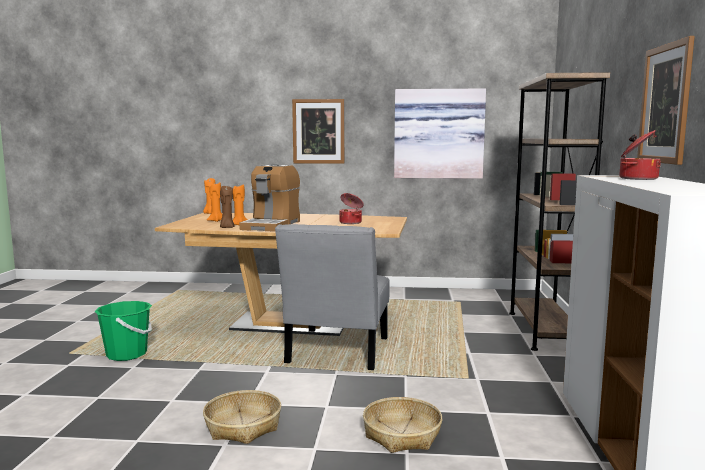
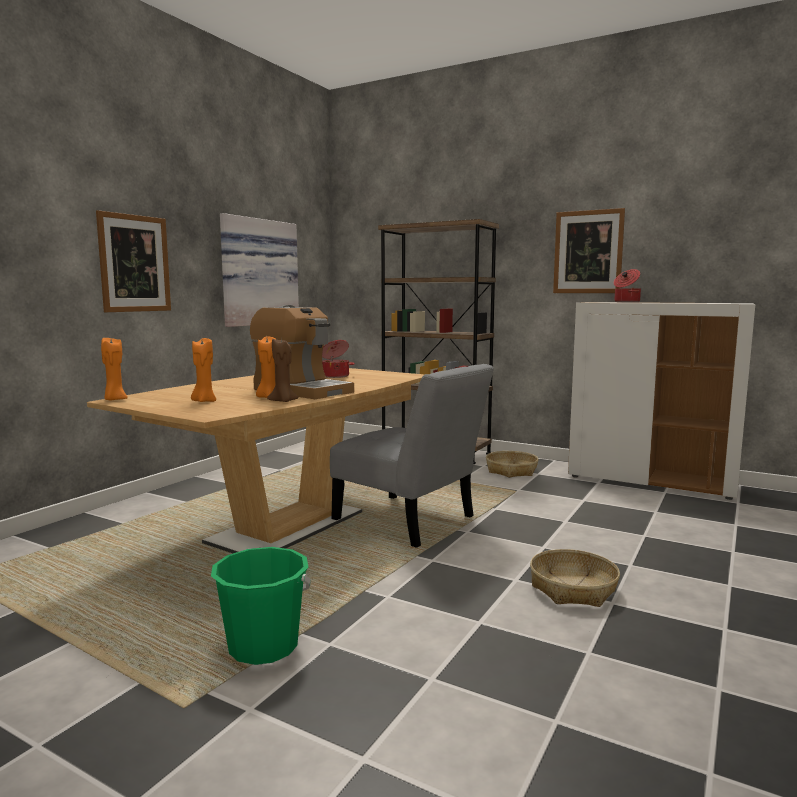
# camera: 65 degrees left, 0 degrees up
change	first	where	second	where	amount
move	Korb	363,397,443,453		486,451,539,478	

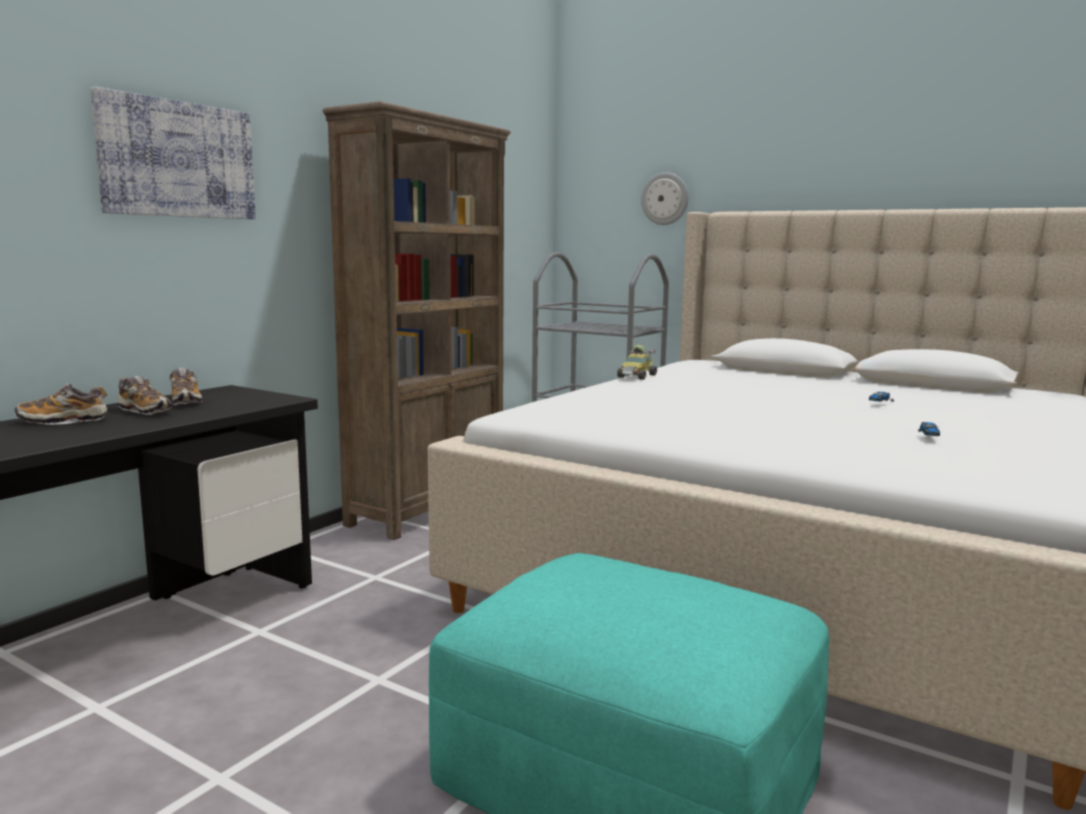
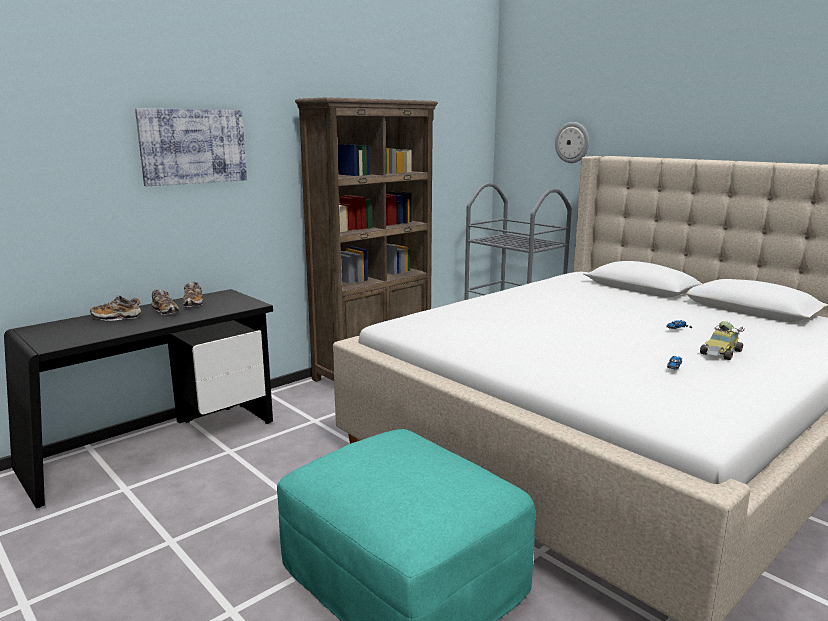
# camera: 15 degrees right, 5 degrees up
change	first	where	second	where	amount
move	Spielzeugauto	617,345,657,380		700,321,744,360	

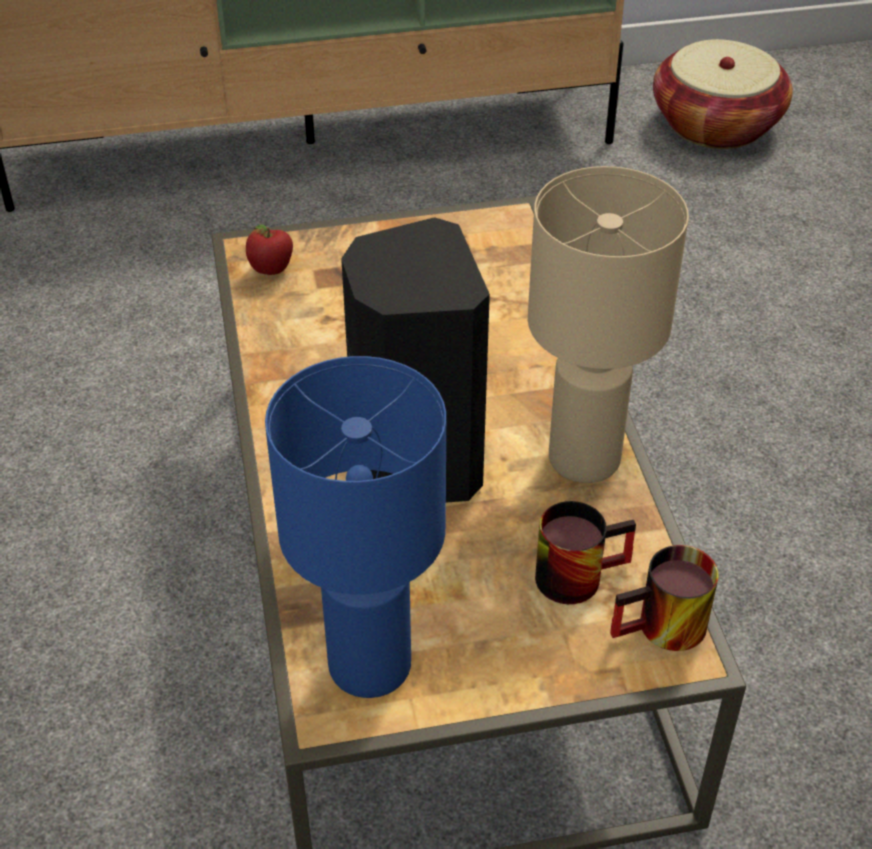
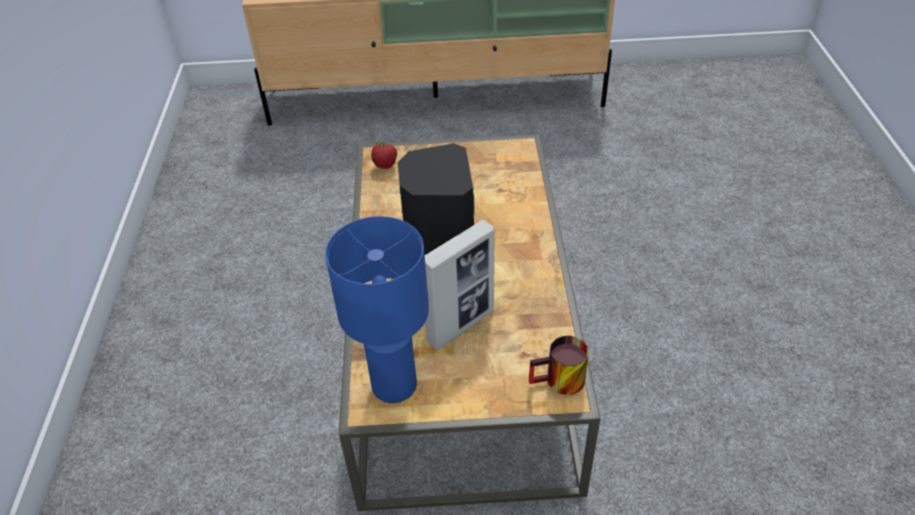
# camera: 10 degrees right, 0 degrees up
change	first	where	second	where	amount
insert			Bilderrahmen	425,220,495,350	
delete	Tischlampe/beige	528,166,689,483			
delete	Henkelbecher	535,501,636,604			
delete	Korb	653,39,793,149			

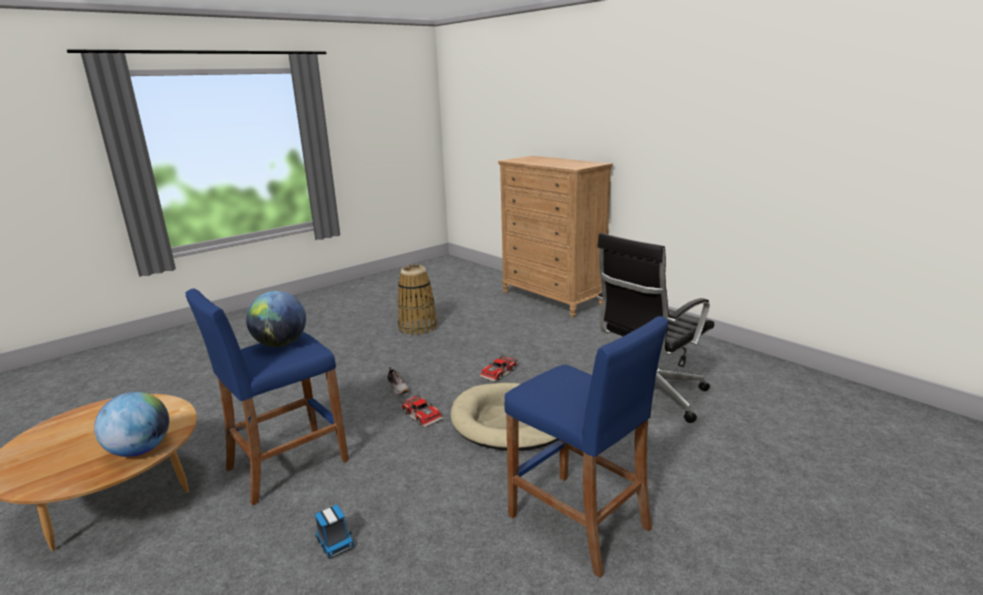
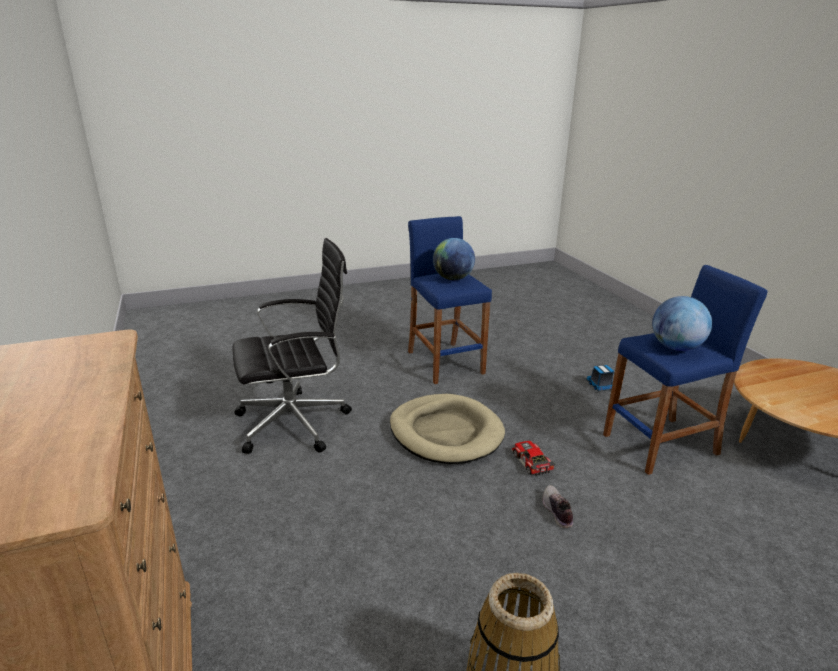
# camera: 160 degrees left, 5 degrees up
change	first	where	second	where	amount
move	Globus	94,392,169,457		433,238,475,280	
delete	Spielzeugauto	480,355,518,382			

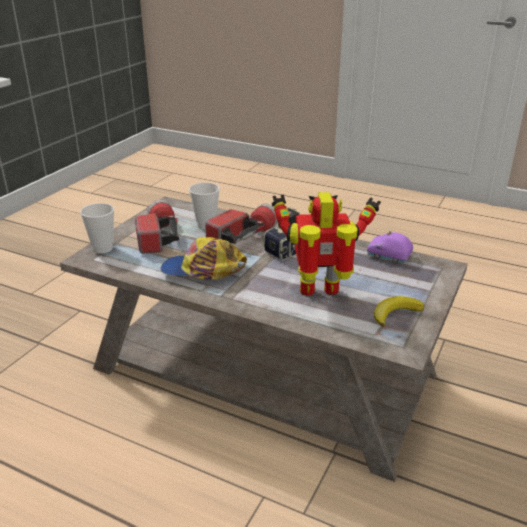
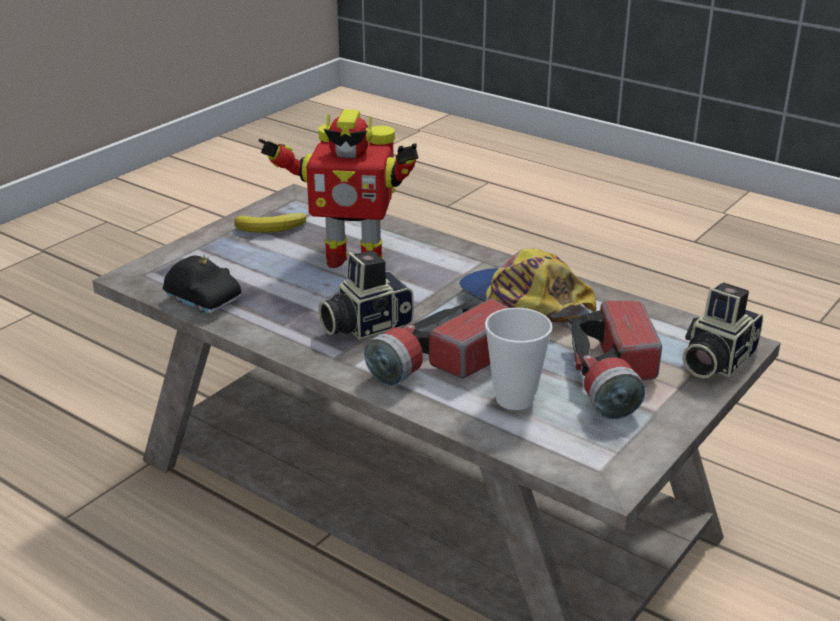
# camera: 170 degrees left, 0 degrees up
change	first	where	second	where	amount
recolor	Spielzeugauto/lila	367,231,413,263	Spielzeugauto/schwarz	163,255,242,314	
rotate	Kappe	160,237,247,280		459,248,596,322	150 degrees counterclockwise
replace	Tasse	80,203,114,254	Kamera	682,282,763,378	

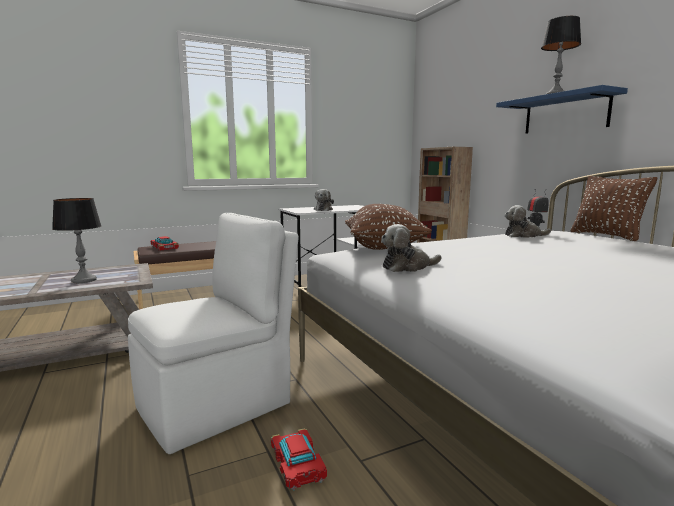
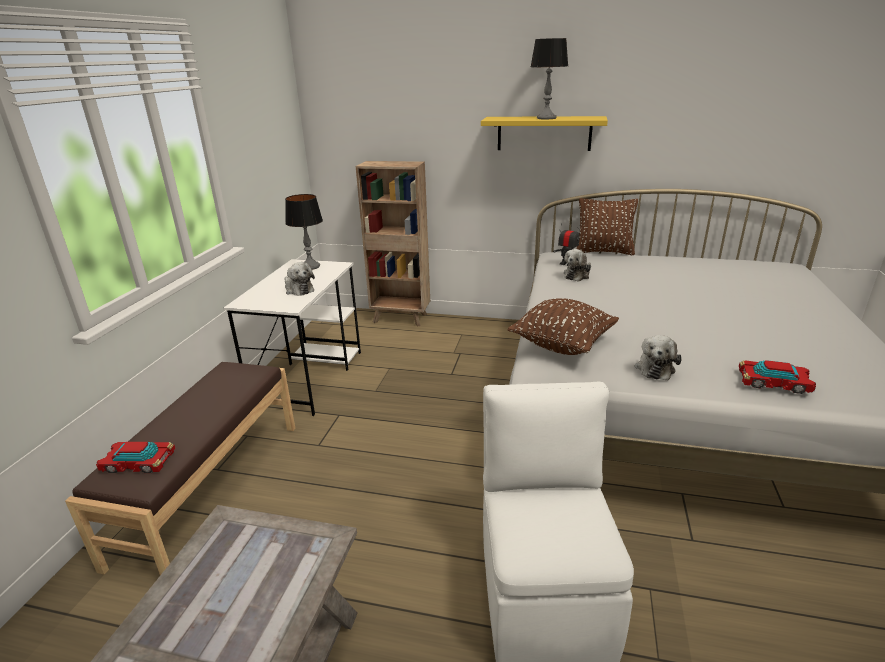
# camera: 50 degrees left, 15 degrees up
change	first	where	second	where	amount
move	Tischlampe	52,198,101,283		285,194,323,270	
recolor	Wandregal/blau	496,85,628,134	Wandregal/gelb	481,116,608,151	
move	Spielzeugauto	271,428,327,491		739,360,816,394	

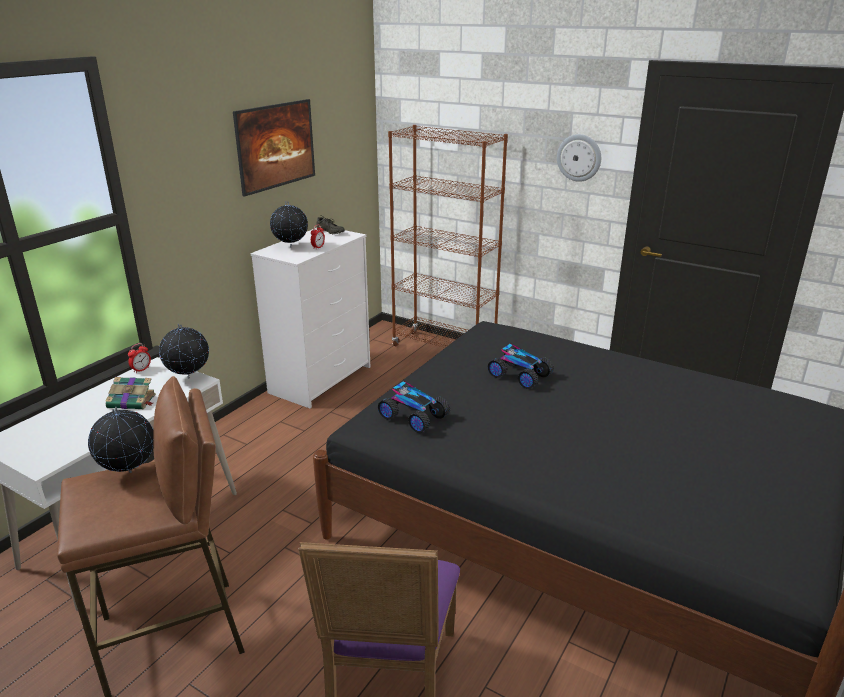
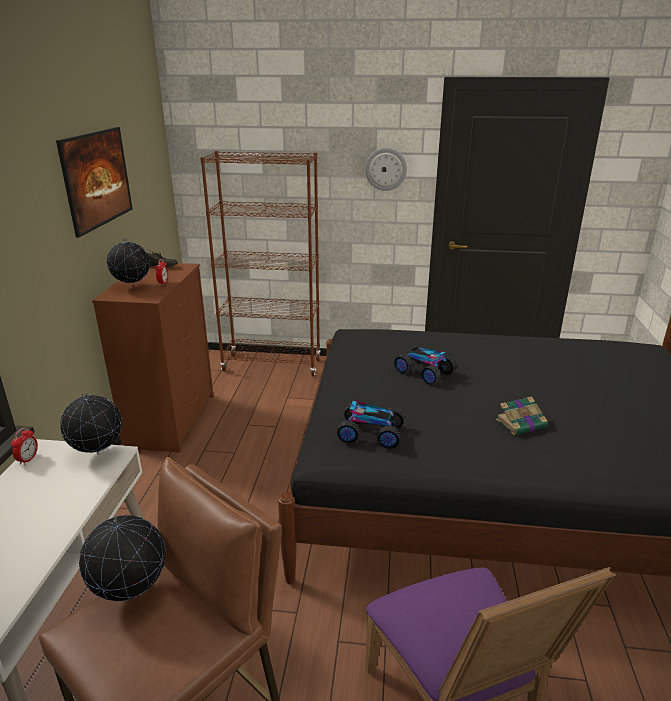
# camera: 25 degrees left, 0 degrees up
change	first	where	second	where	amount
recolor	Kommode/weiß	251,228,370,408	Kommode/braun	92,263,214,453	
rotate	Spielzeugauto	488,344,554,389		394,345,457,385	150 degrees counterclockwise
move	Buch	105,377,156,409		496,396,549,435	

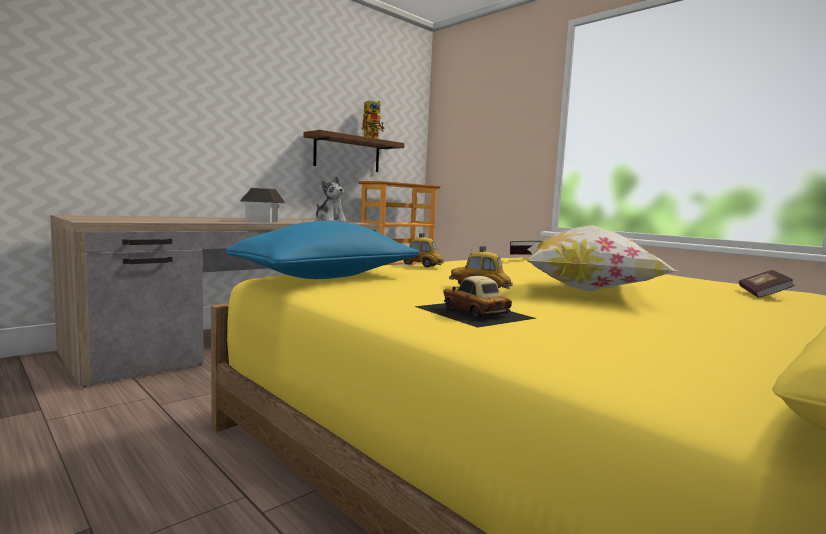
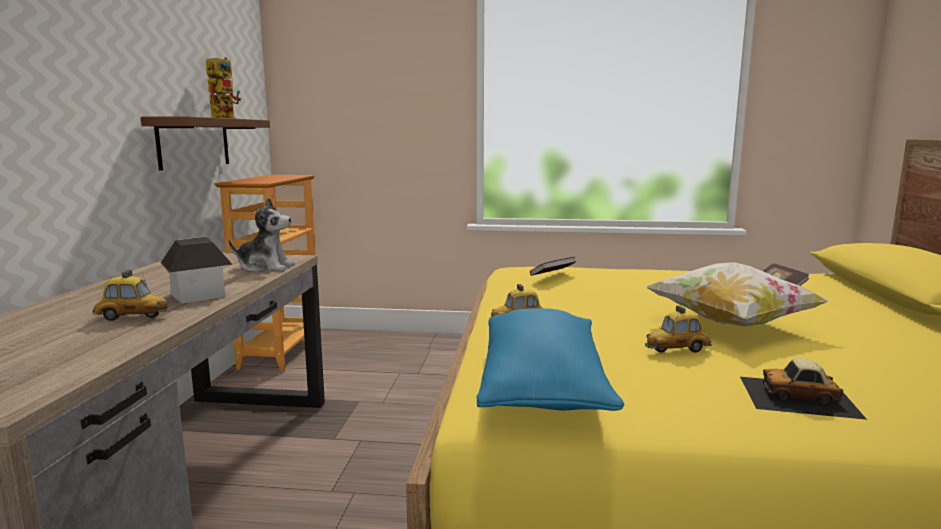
# camera: 40 degrees left, 5 degrees up
change	first	where	second	where	amount
insert			Spielzeugauto	92,270,170,321	

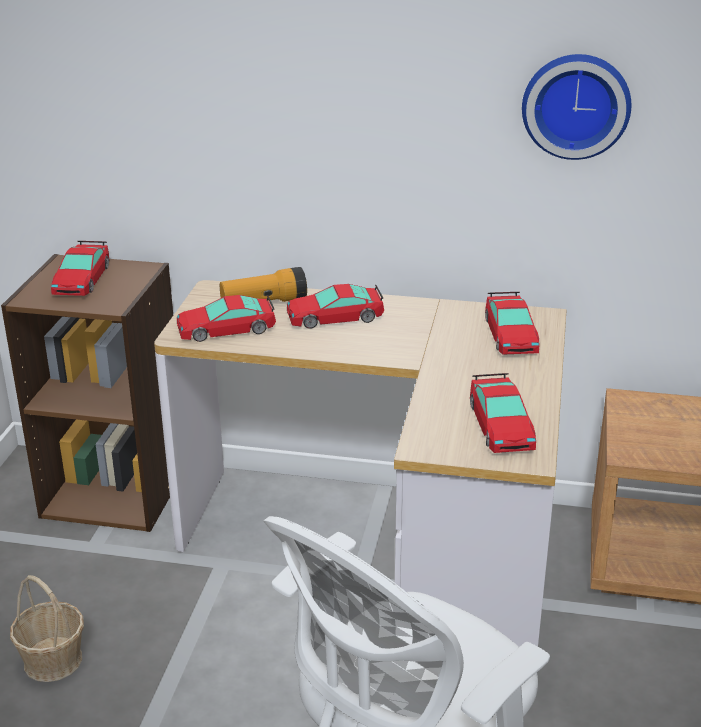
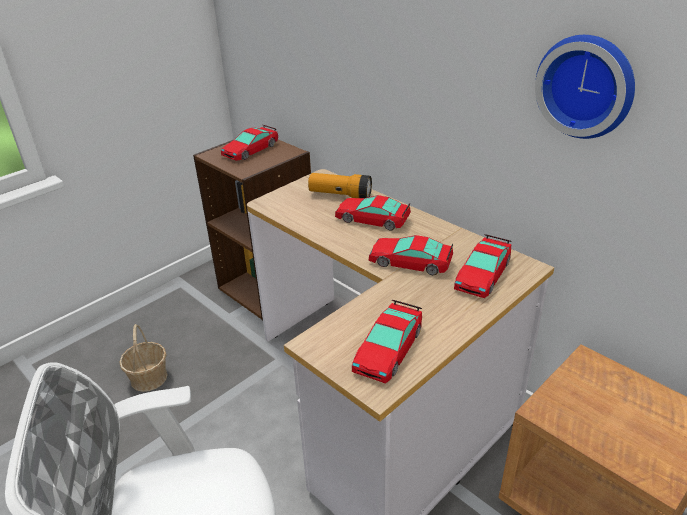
# camera: 35 degrees right, 5 degrees up
change	first	where	second	where	amount
move	Spielzeugauto	177,295,276,342		369,235,453,275	

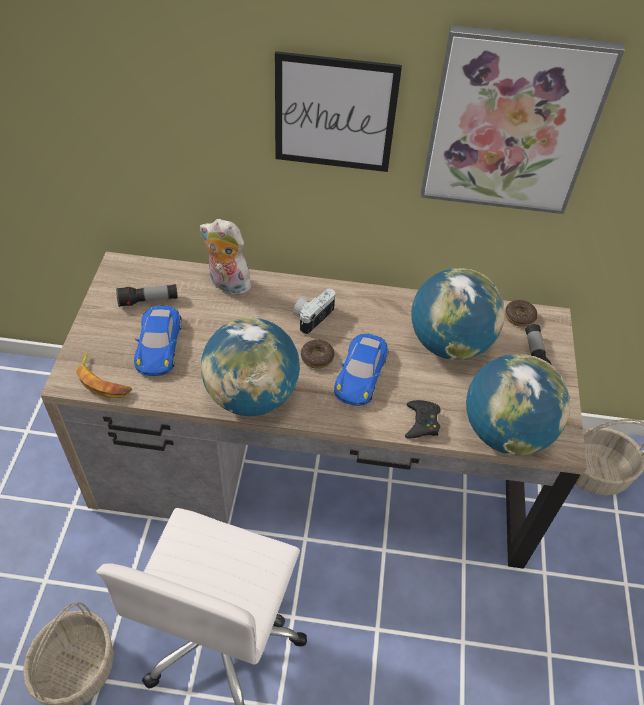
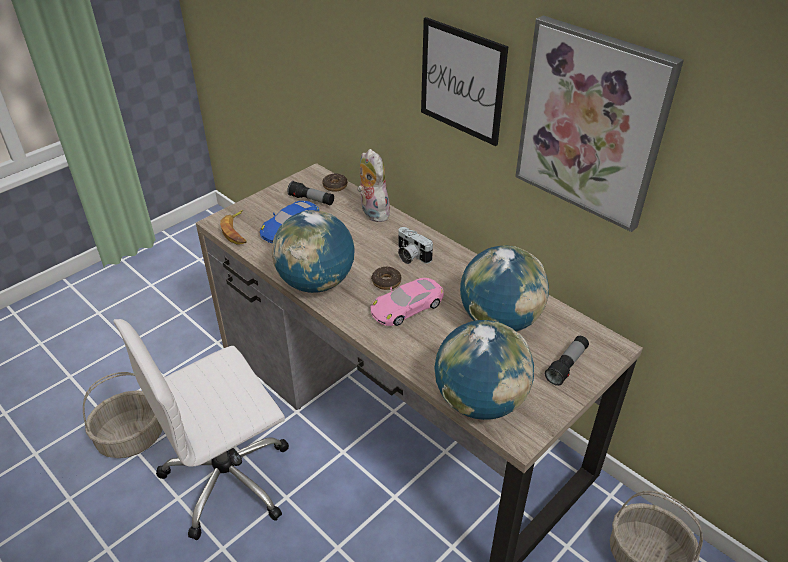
# camera: 40 degrees right, 10 degrees down
change	first	where	second	where	amount
move	Donut	505,300,538,327		322,173,348,192	
recolor	Spielzeugauto/blau	334,334,389,406	Spielzeugauto/rosa	371,278,444,326	
rotate	Kamera	293,289,335,335		398,227,433,264	120 degrees counterclockwise
delete	Gamepad/schwarz	405,400,441,439			

